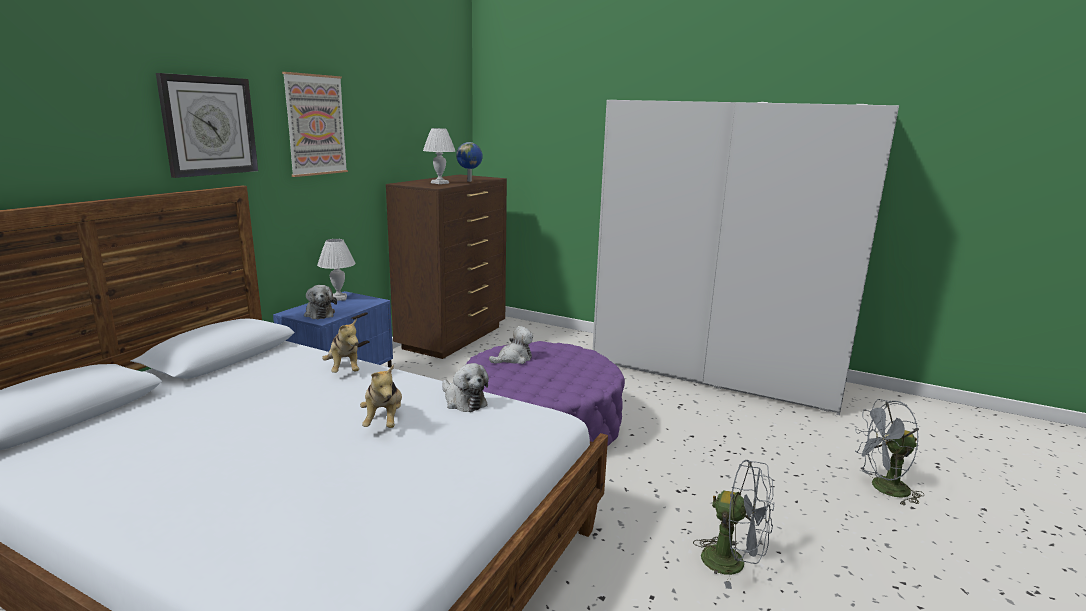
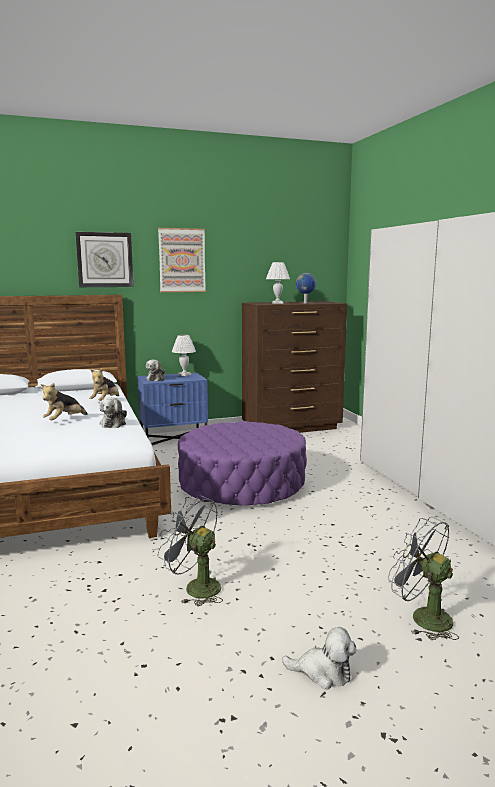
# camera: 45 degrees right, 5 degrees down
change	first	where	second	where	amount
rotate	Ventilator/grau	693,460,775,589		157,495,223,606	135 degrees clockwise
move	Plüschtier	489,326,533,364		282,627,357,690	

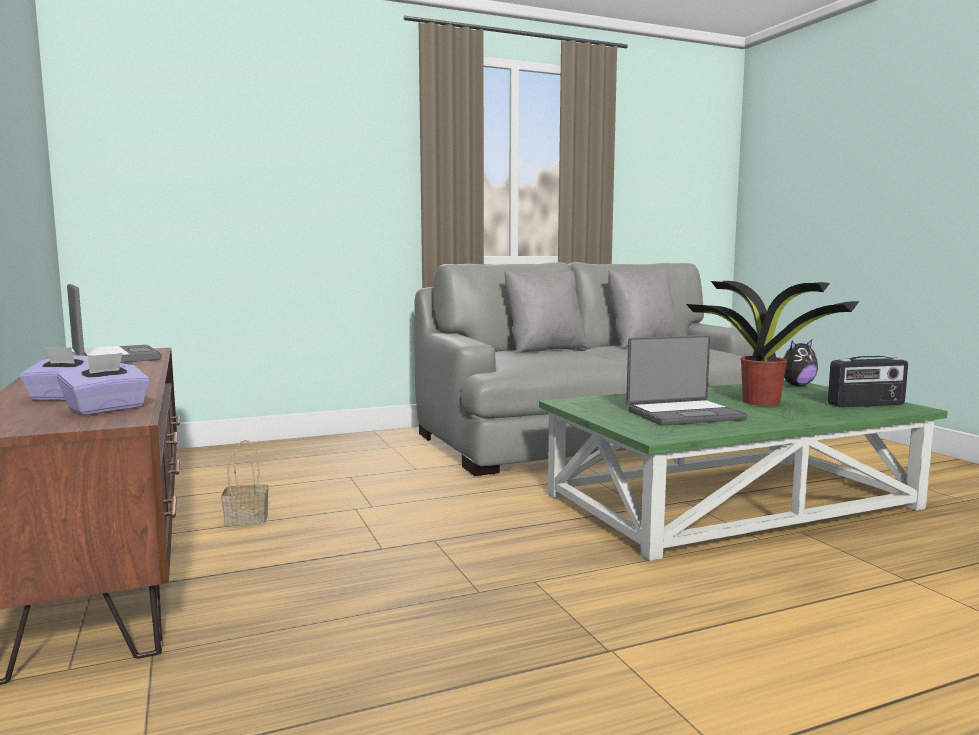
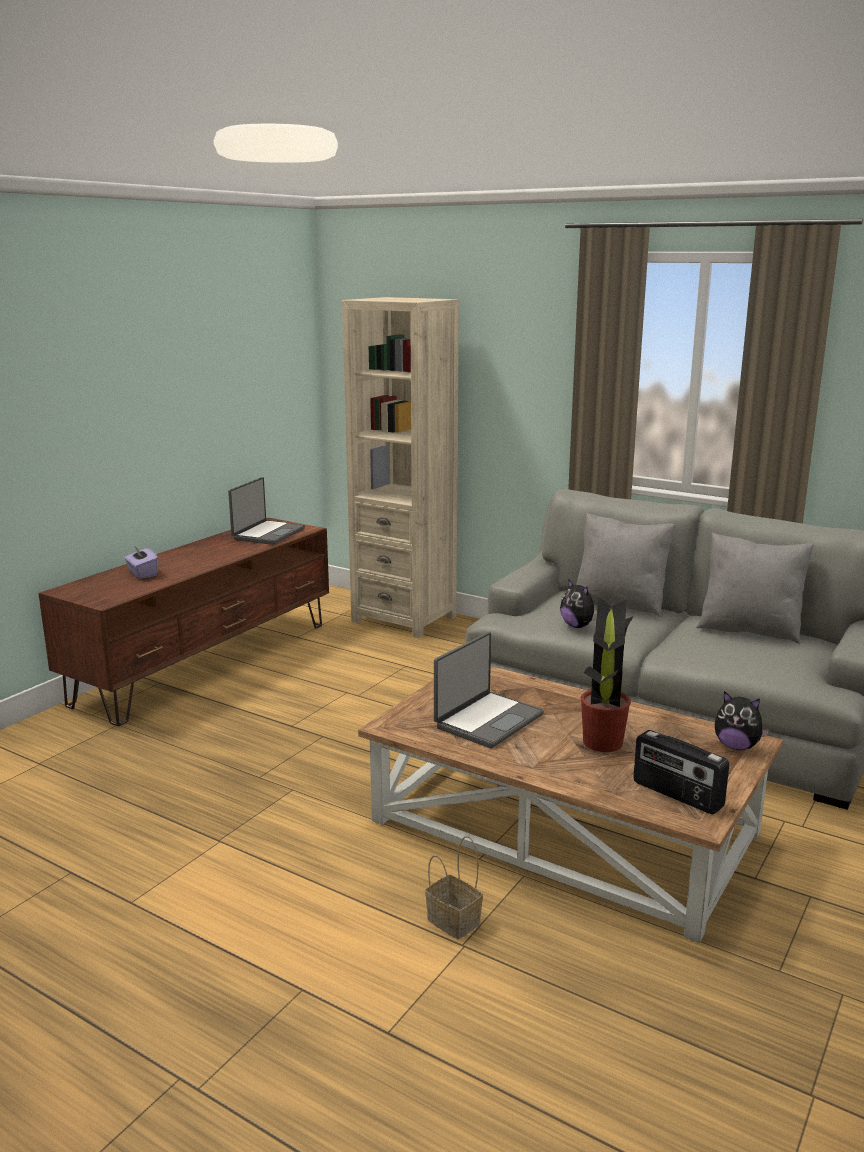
# camera: 55 degrees right, 10 degrees up
change	first	where	second	where	amount
insert			Bücherregal/beige	342,297,459,638	
recolor	Couchtisch/grün	539,380,948,561	Couchtisch/braun	358,666,783,943	
move	Korb	221,440,268,526		425,836,483,939	
rotate	Laptop	626,335,747,426		434,632,544,748	90 degrees counterclockwise
insert			Plüschtier	560,579,597,628	
delete	Taschentuchbox/lila	57,353,150,415			

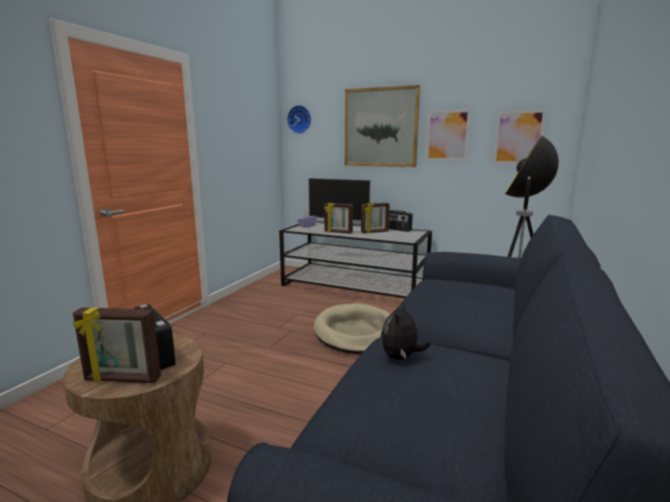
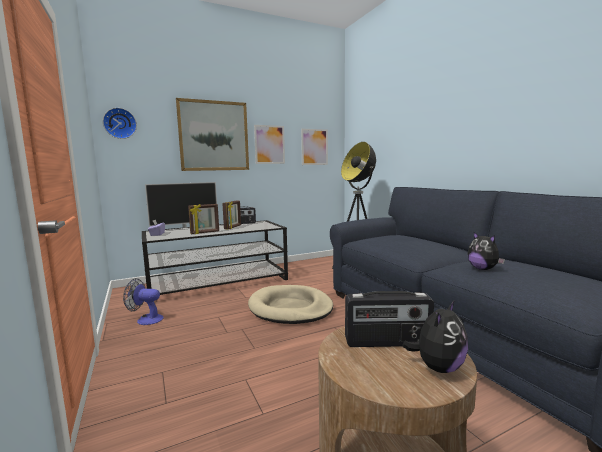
# camera: 50 degrees left, 5 degrees down
change	first	where	second	where	amount
insert			Ventilator	123,278,164,325	
replace	Bilderrahmen	73,307,161,383	Plüschtier	402,301,468,373	

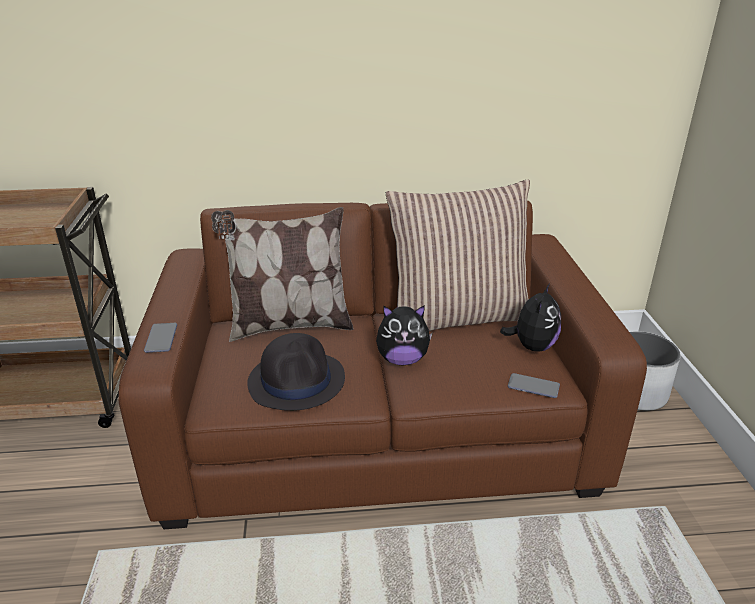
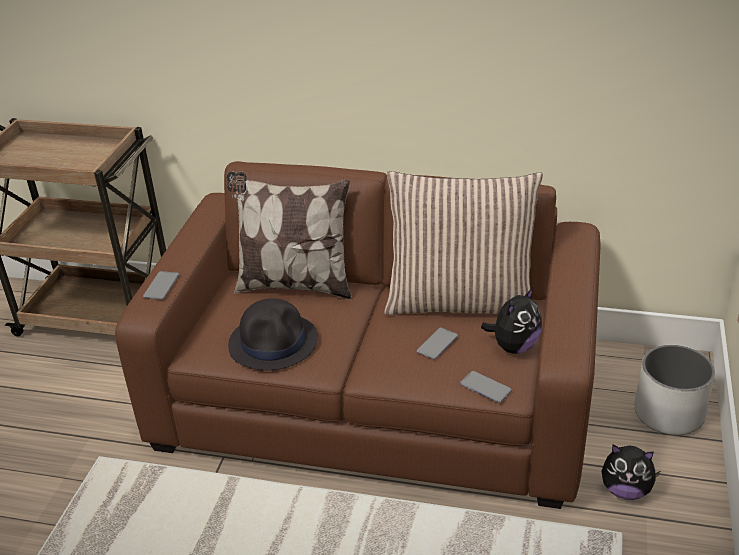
# camera: 20 degrees right, 5 degrees up
change	first	where	second	where	amount
insert			Handy	417,328,458,360	
move	Plüschtier	376,305,432,365		601,445,660,500	

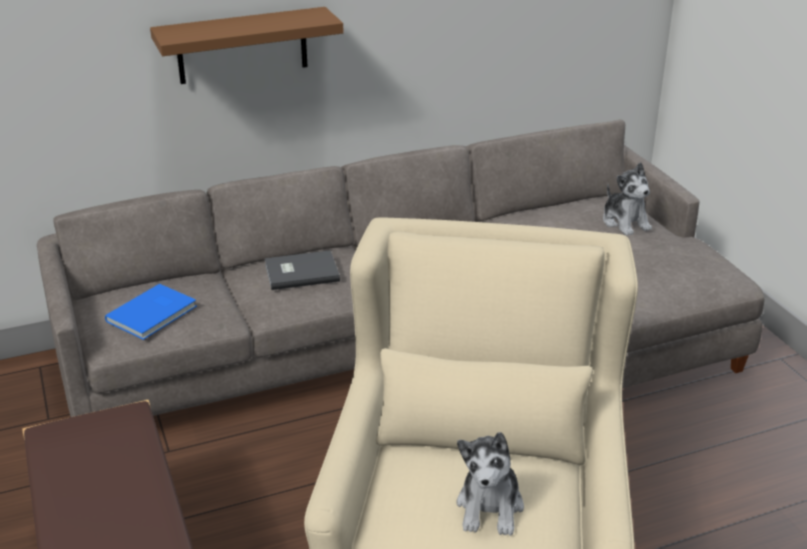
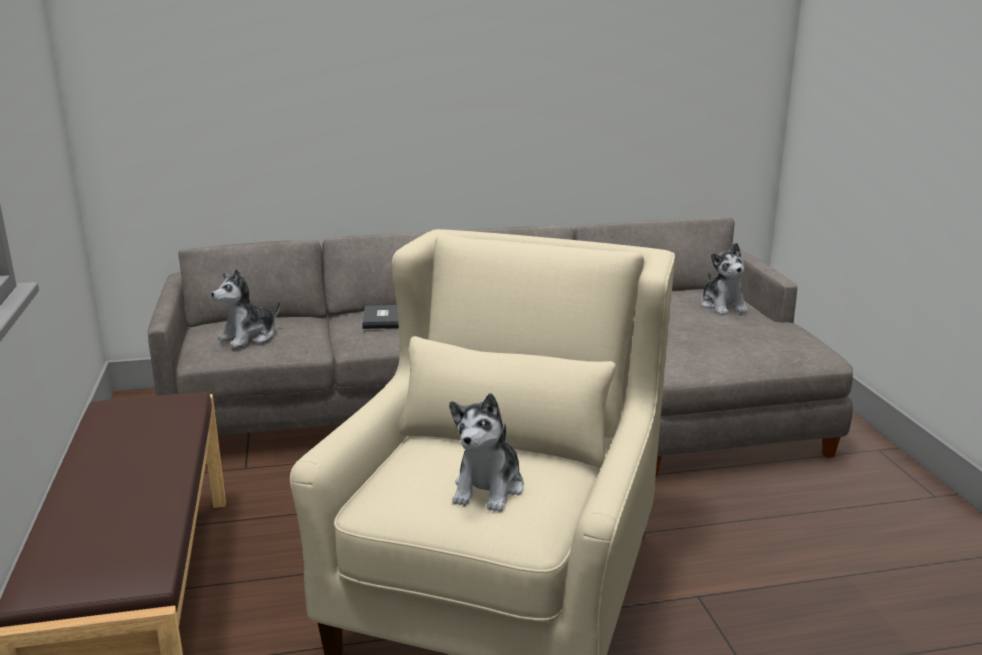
# camera: 10 degrees right, 10 degrees down
change	first	where	second	where	amount
replace	Buch/blau	105,284,197,340	Plüschtier	211,269,280,348	
delete	Wandregal/braun	150,7,344,84			

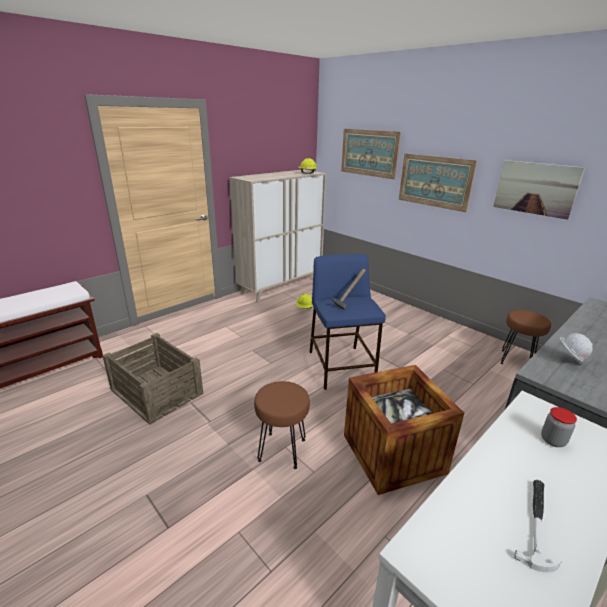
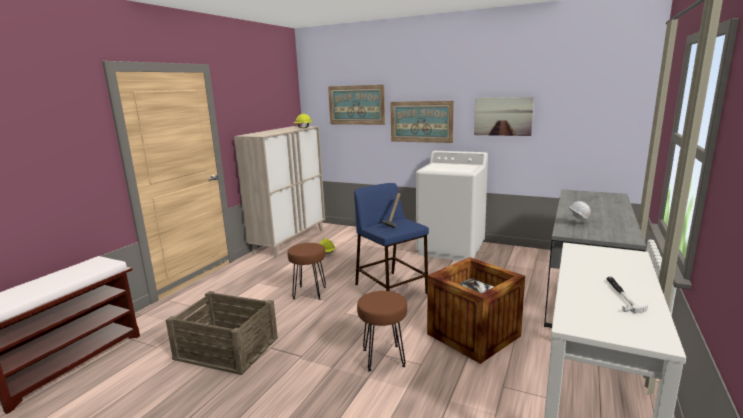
# camera: 20 degrees left, 10 degrees down
change	first	where	second	where	amount
move	Hocker/braun	501,310,551,364		288,243,326,300	
insert			Waschmaschine/weiß	416,151,488,261	
delete	Vorratsglas	541,407,577,447			

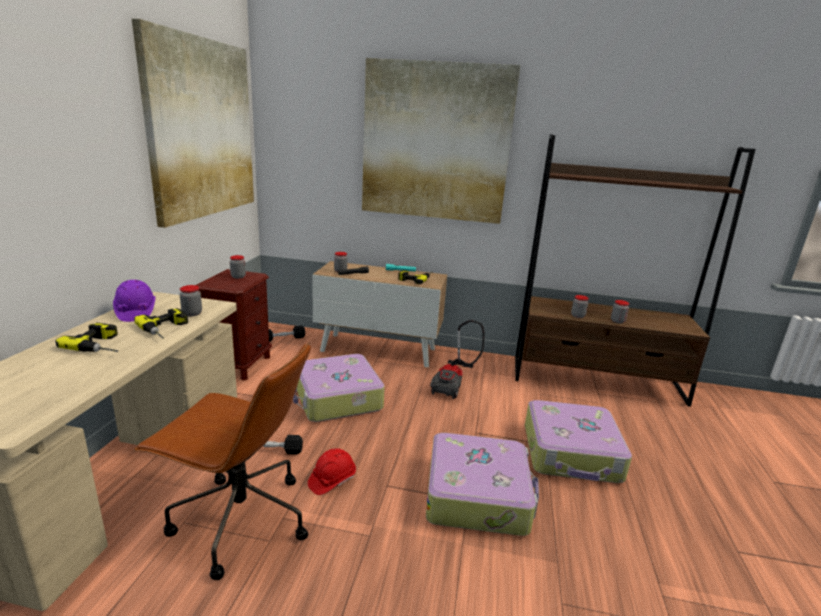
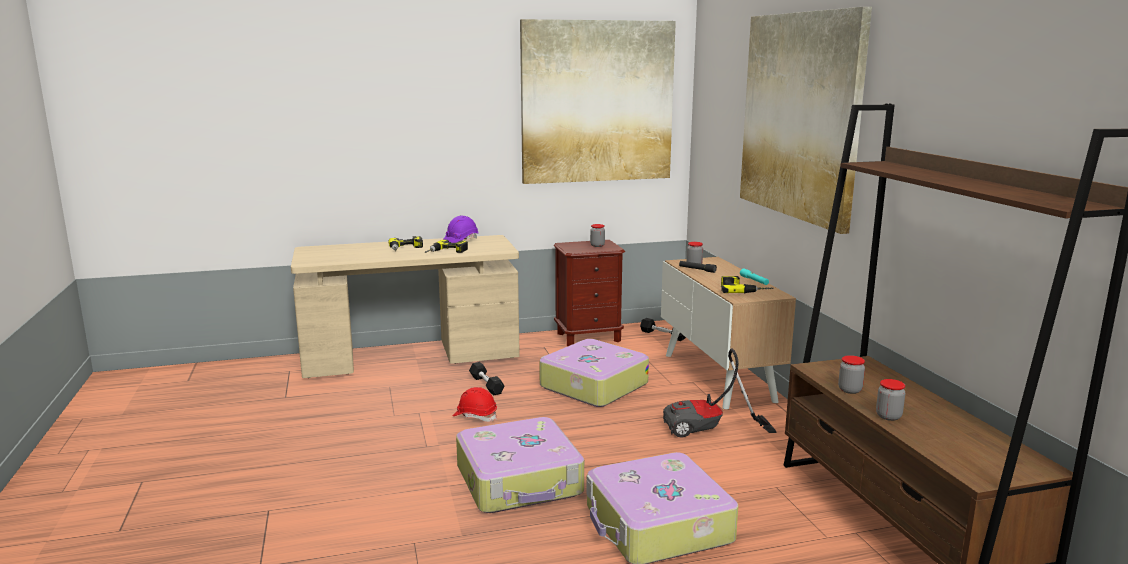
# camera: 65 degrees right, 5 degrees down
change	first	where	second	where	amount
delete	Bürostuhl/braun	134,342,311,580			
delete	Vorratsglas	180,285,202,316			

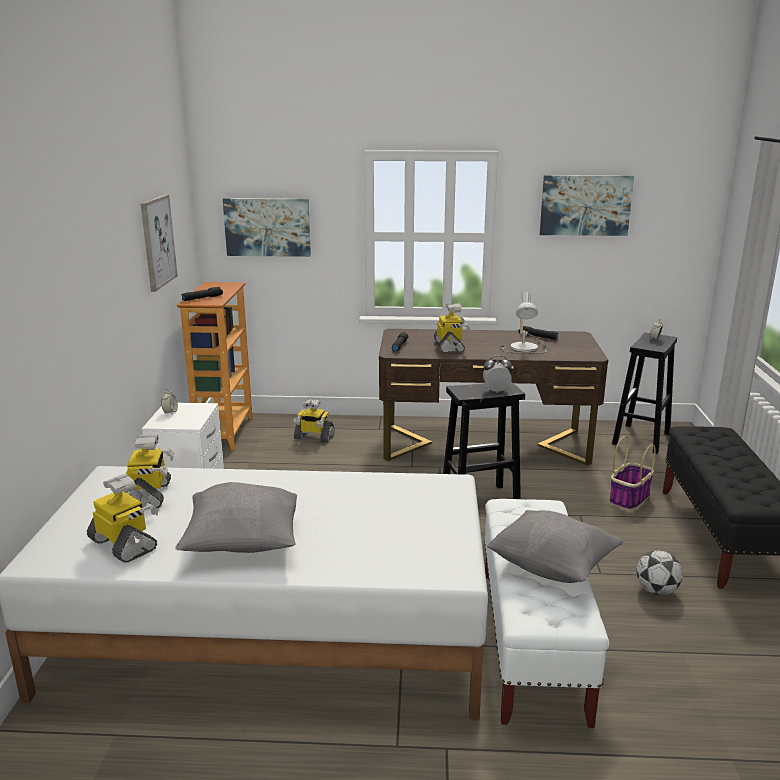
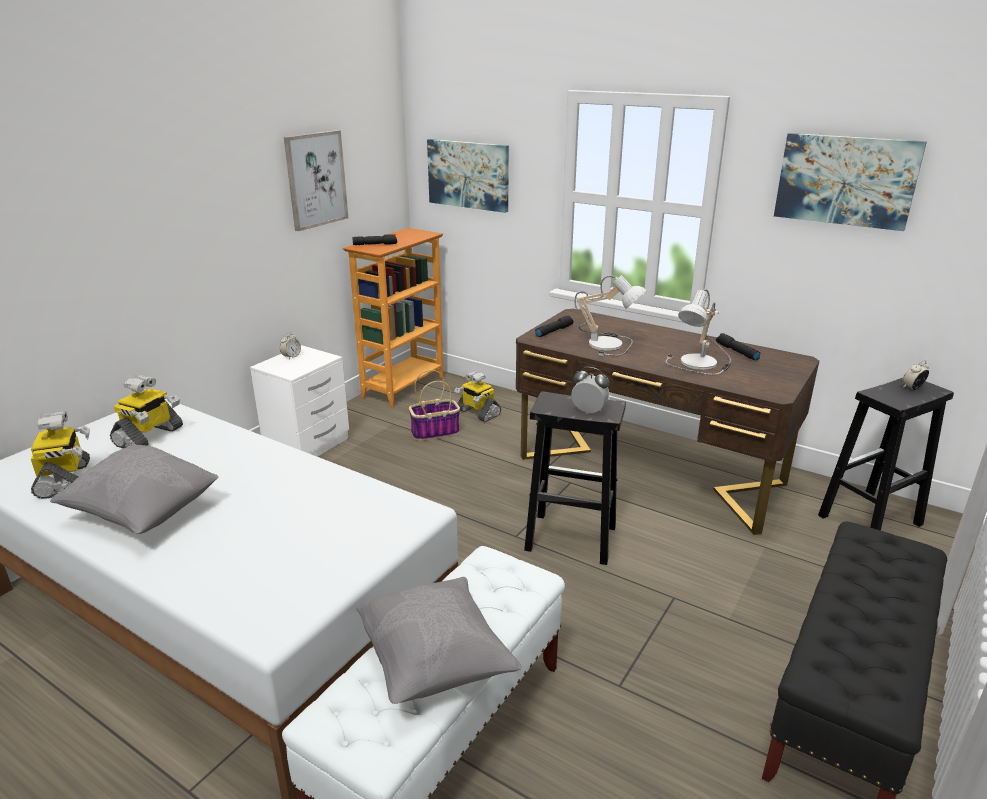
# camera: 30 degrees right, 5 degrees up
change	first	where	second	where	amount
move	Korb	609,436,656,511		409,370,460,441	
replace	Spielzeugroboter	434,303,470,353	Tischlampe	575,275,646,356	
delete	Fußball	636,550,683,595			

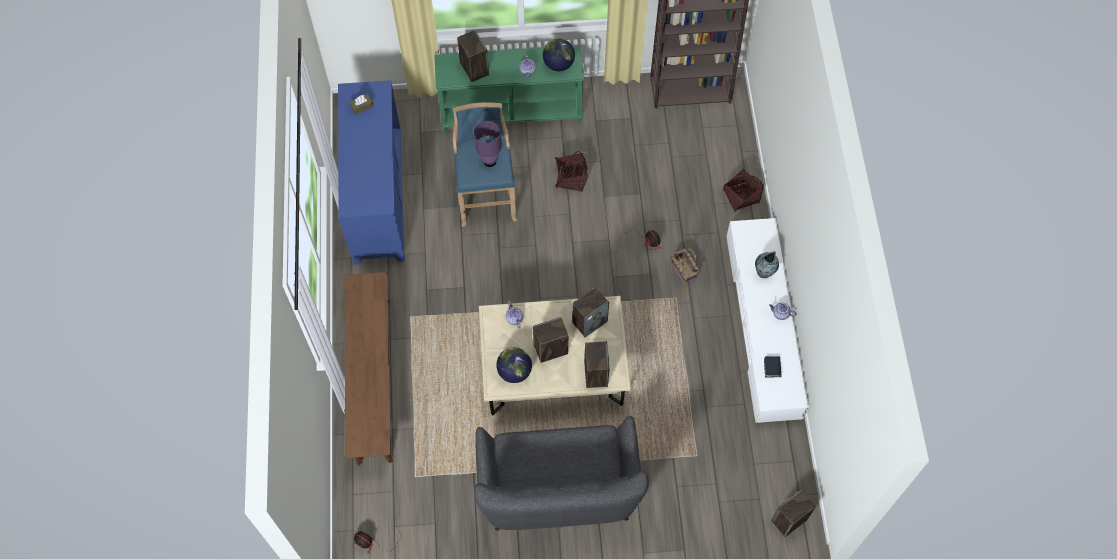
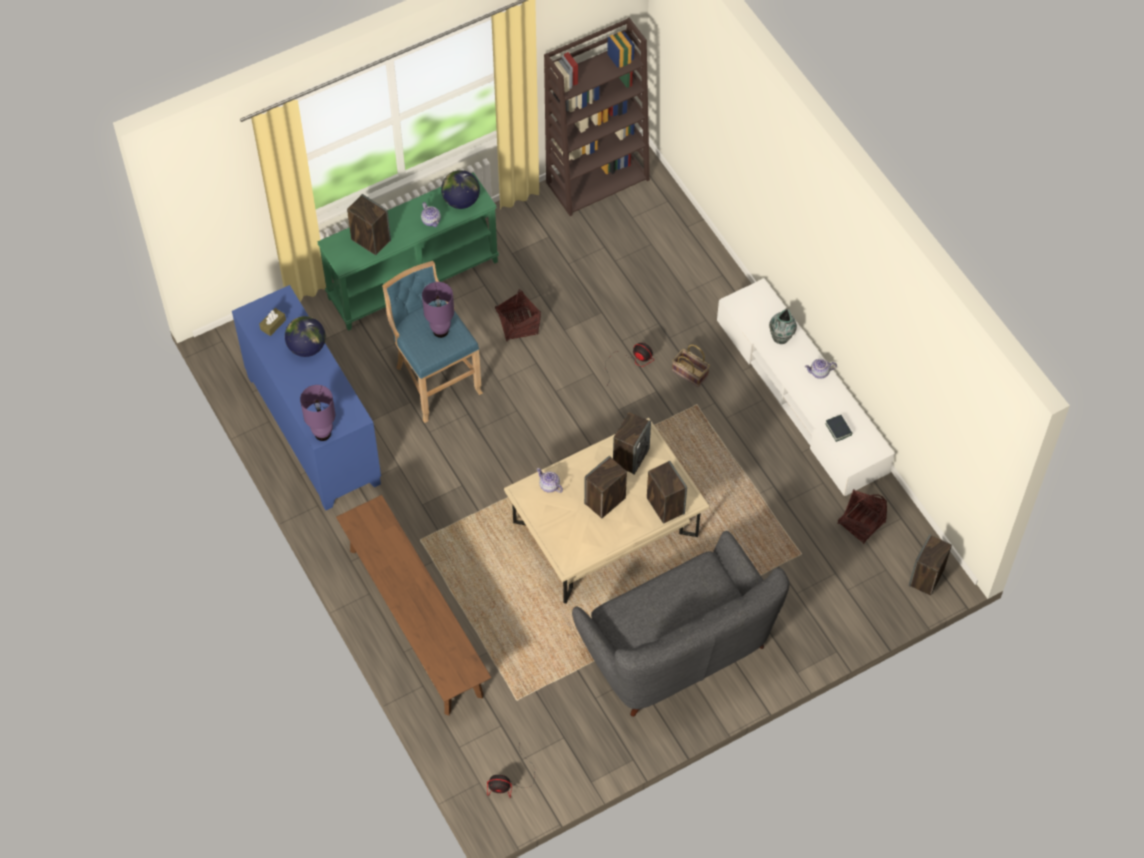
# camera: 25 degrees left, 5 degrees down
change	first	where	second	where	amount
move	Globus	496,347,532,383		285,316,326,357	
insert			Tischlampe/lila	300,385,335,441	
move	Korb	723,168,763,212		837,489,887,544	

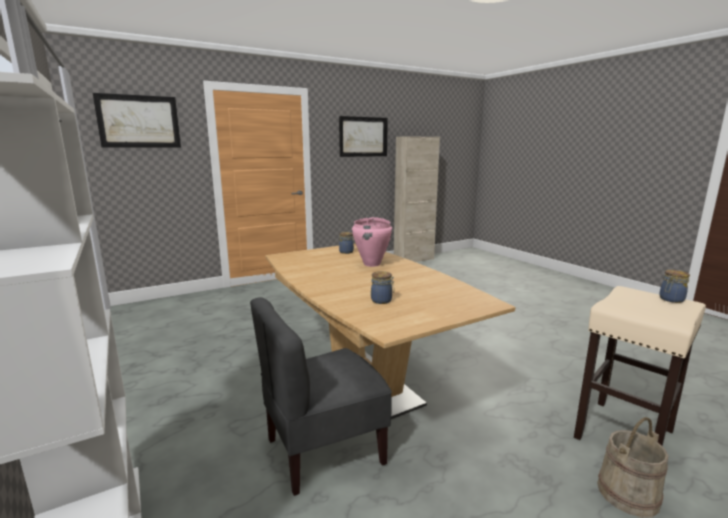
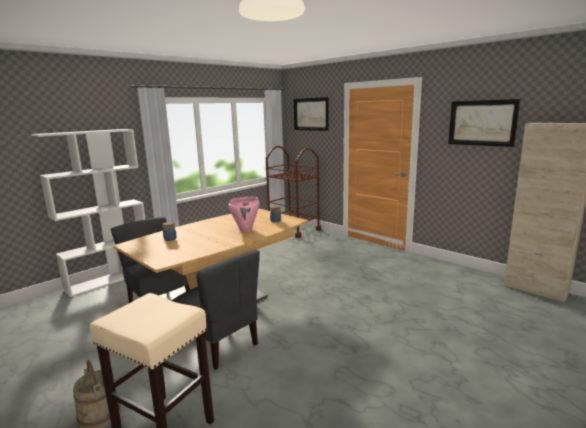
# camera: 75 degrees right, 0 degrees up
change	first	where	second	where	amount
insert			Stuhl/grau	171,250,260,370	
insert			Rollwagen/braun	266,146,321,238	
delete	Vorratsglas	660,270,690,303			

